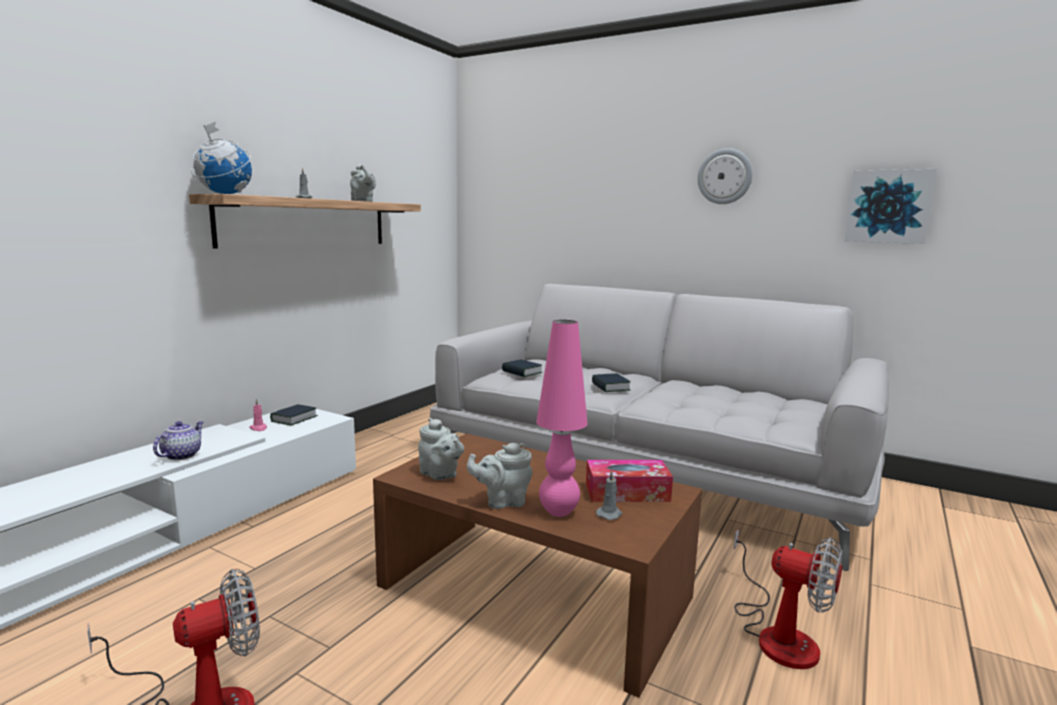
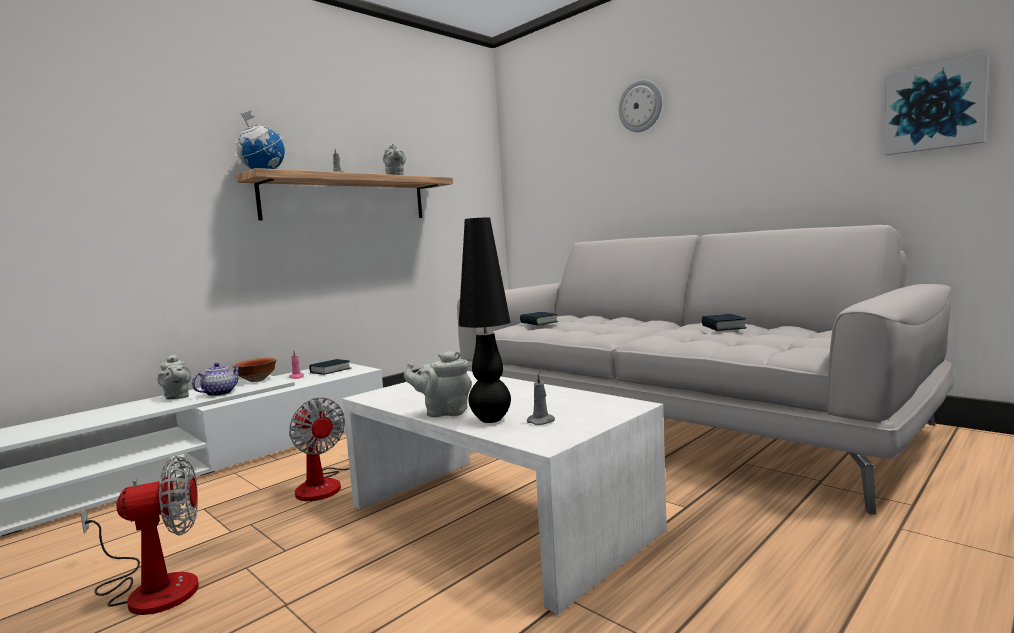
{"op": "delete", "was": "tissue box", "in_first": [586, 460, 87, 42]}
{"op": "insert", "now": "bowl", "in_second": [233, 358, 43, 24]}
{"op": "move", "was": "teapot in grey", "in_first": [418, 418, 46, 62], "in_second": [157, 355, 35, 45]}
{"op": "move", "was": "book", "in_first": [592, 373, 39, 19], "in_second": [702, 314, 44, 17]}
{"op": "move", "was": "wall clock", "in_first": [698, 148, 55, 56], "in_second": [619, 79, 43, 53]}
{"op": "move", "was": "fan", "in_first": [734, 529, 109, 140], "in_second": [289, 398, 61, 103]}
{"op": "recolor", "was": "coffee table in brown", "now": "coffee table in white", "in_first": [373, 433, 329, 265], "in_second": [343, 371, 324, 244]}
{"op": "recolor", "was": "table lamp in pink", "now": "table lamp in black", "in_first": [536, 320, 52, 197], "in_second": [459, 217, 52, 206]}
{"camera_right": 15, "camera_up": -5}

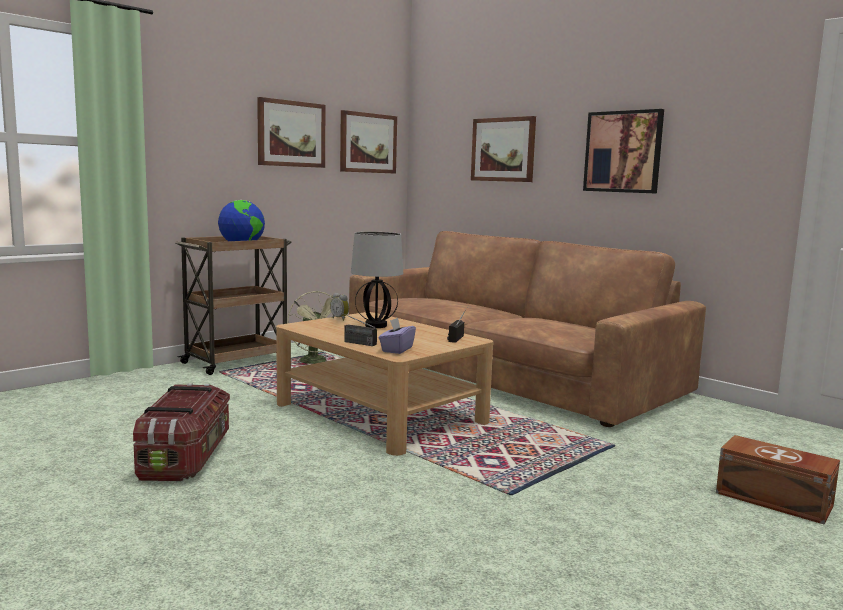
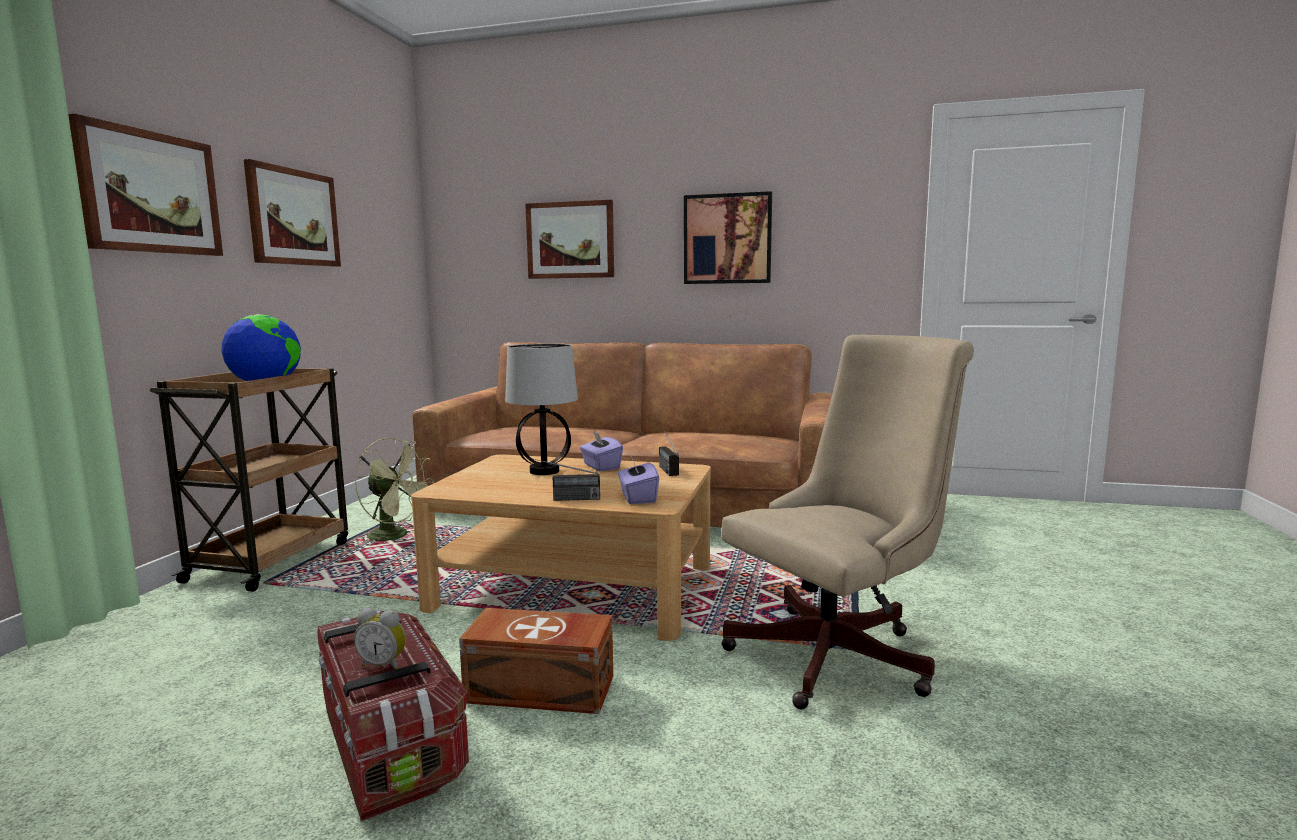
{"op": "insert", "now": "tissue box in purple", "in_second": [580, 431, 43, 40]}
{"op": "insert", "now": "office chair in beige", "in_second": [721, 335, 253, 374]}
{"op": "move", "was": "alarm clock", "in_first": [330, 293, 19, 28], "in_second": [354, 608, 52, 61]}
{"op": "move", "was": "picture", "in_first": [340, 110, 57, 64], "in_second": [68, 114, 155, 142]}
{"op": "move", "was": "storage box in brown", "in_first": [716, 435, 124, 89], "in_second": [459, 608, 154, 106]}
{"camera_right": -30, "camera_up": 0}

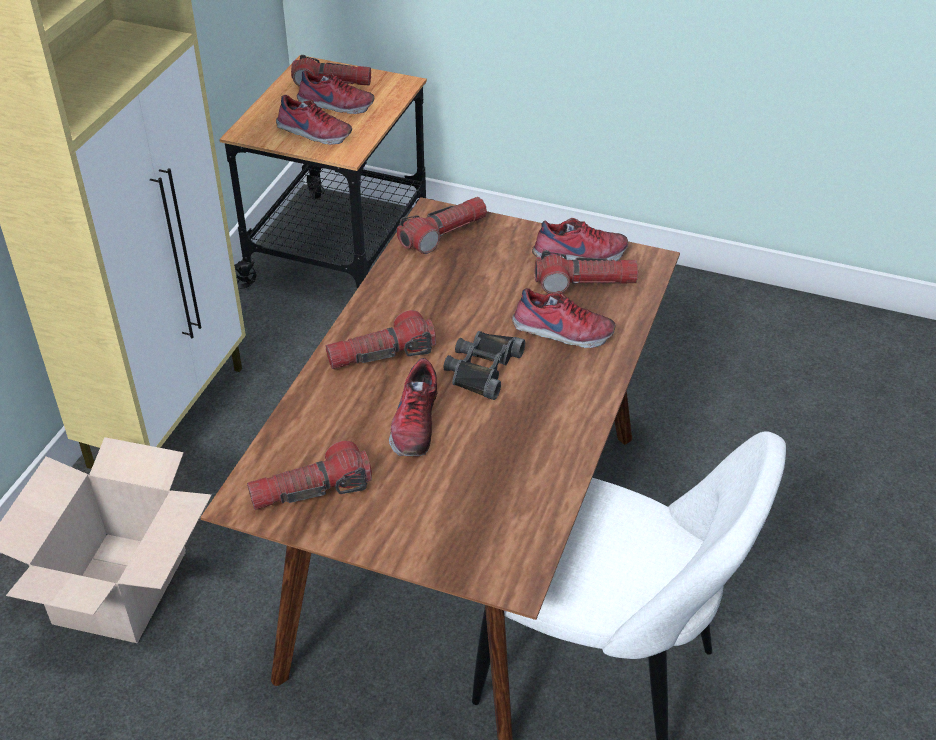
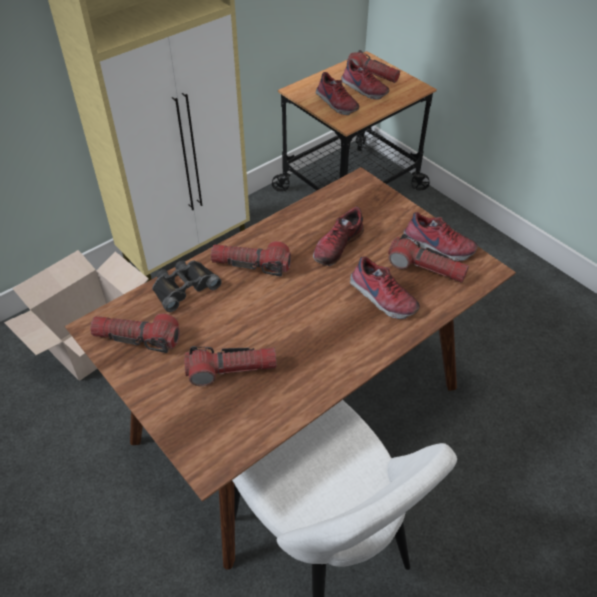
{"op": "move", "was": "shoe", "in_first": [389, 358, 49, 98], "in_second": [313, 206, 51, 60]}
{"op": "move", "was": "flashlight", "in_first": [397, 197, 90, 57], "in_second": [184, 346, 93, 40]}
{"op": "move", "was": "binoculars in black", "in_first": [444, 331, 81, 69], "in_second": [152, 260, 70, 52]}
{"camera_right": 30, "camera_up": 5}

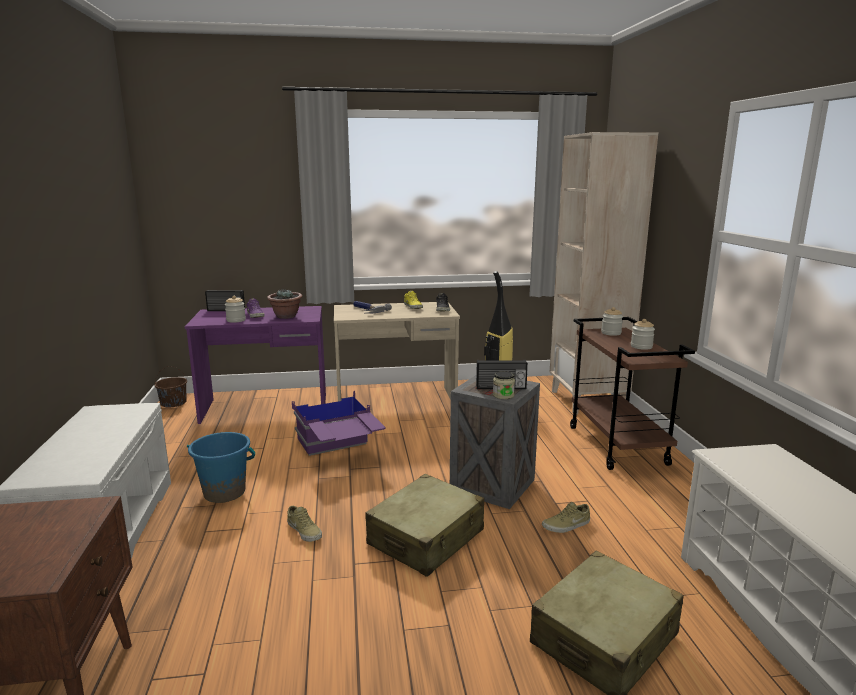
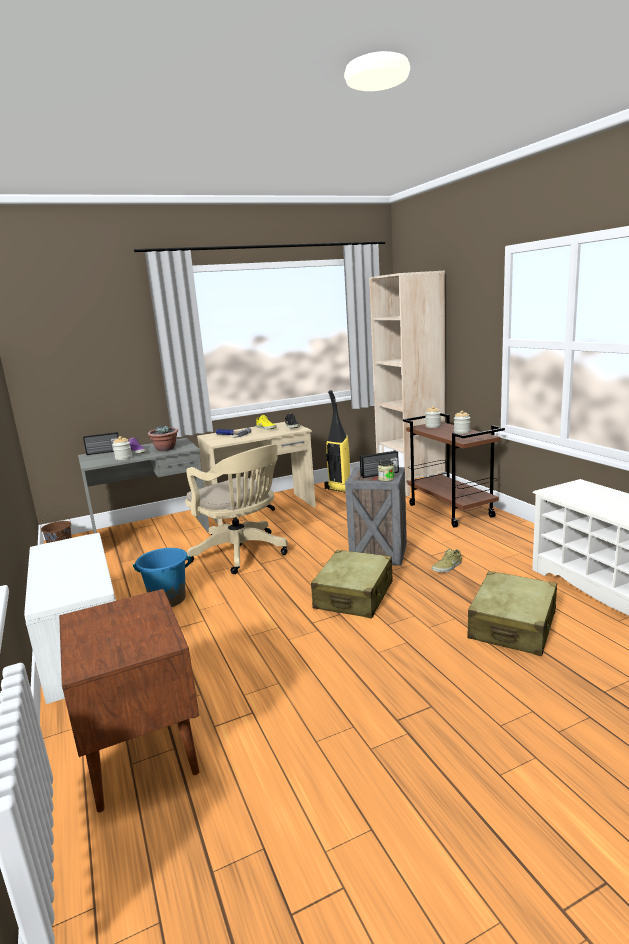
{"op": "delete", "was": "shoe in beige", "in_first": [287, 506, 35, 36]}
{"op": "replace", "was": "storage box in purple", "now": "office chair in beige", "in_first": [292, 391, 94, 65], "in_second": [185, 445, 103, 129]}
{"op": "recolor", "was": "desk in purple", "now": "desk in grey", "in_first": [185, 306, 141, 118], "in_second": [78, 438, 131, 96]}
{"camera_right": -15, "camera_up": 0}

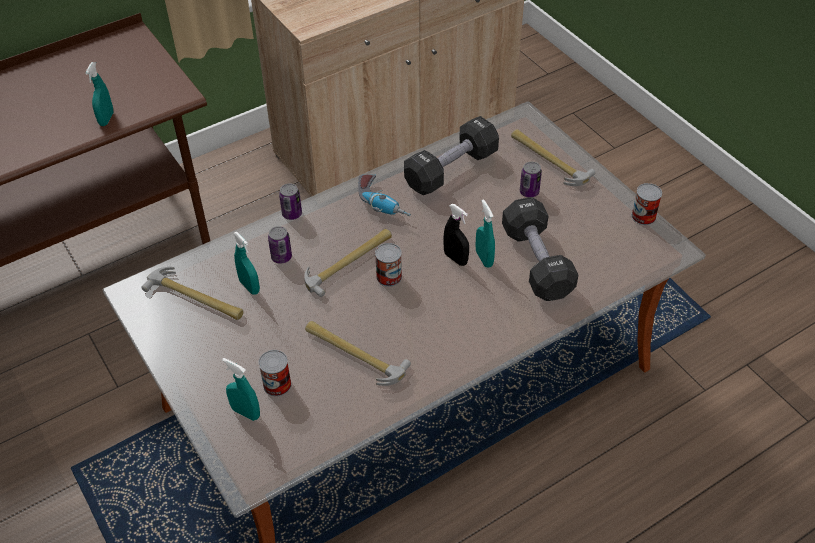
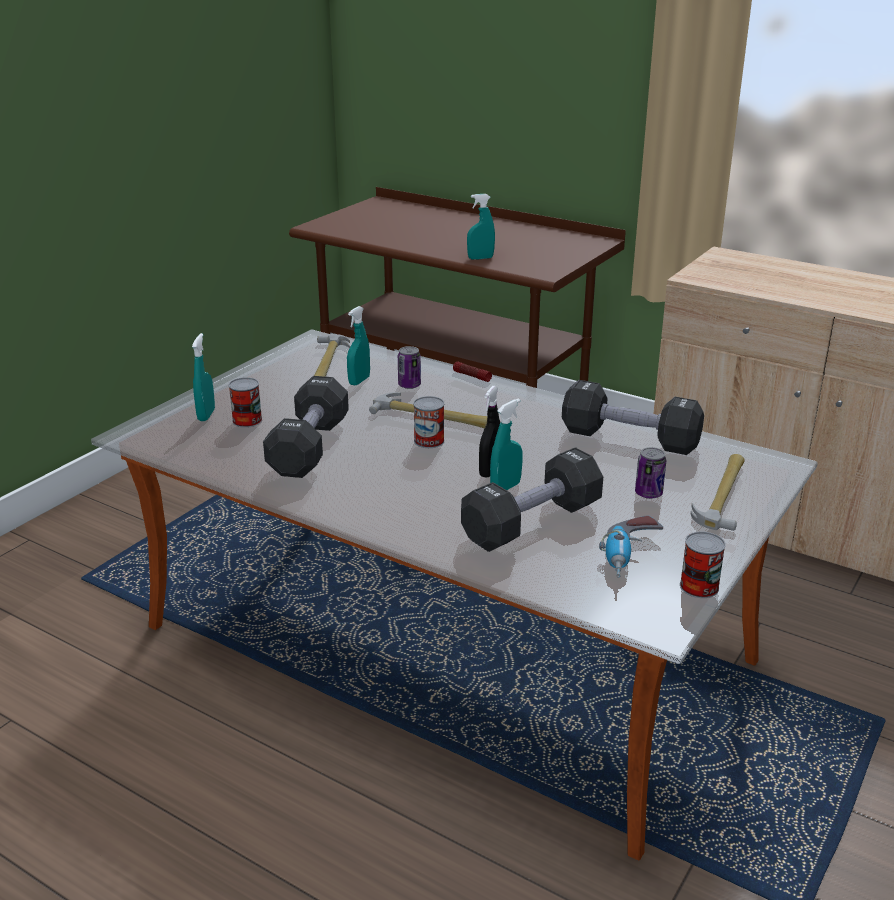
{"op": "move", "was": "power drill", "in_first": [358, 174, 53, 42], "in_second": [599, 515, 64, 62]}
{"op": "replace", "was": "can", "now": "flashlight", "in_first": [279, 183, 23, 37], "in_second": [453, 361, 39, 21]}
{"op": "replace", "was": "hammer", "now": "dumbbell in black", "in_first": [305, 321, 106, 65], "in_second": [263, 376, 86, 102]}
{"camera_right": 65, "camera_up": -20}

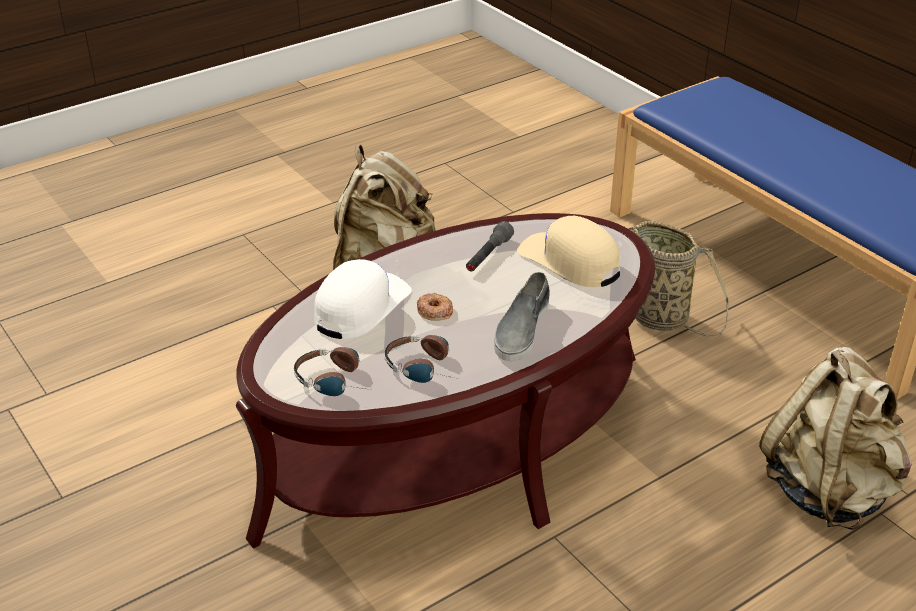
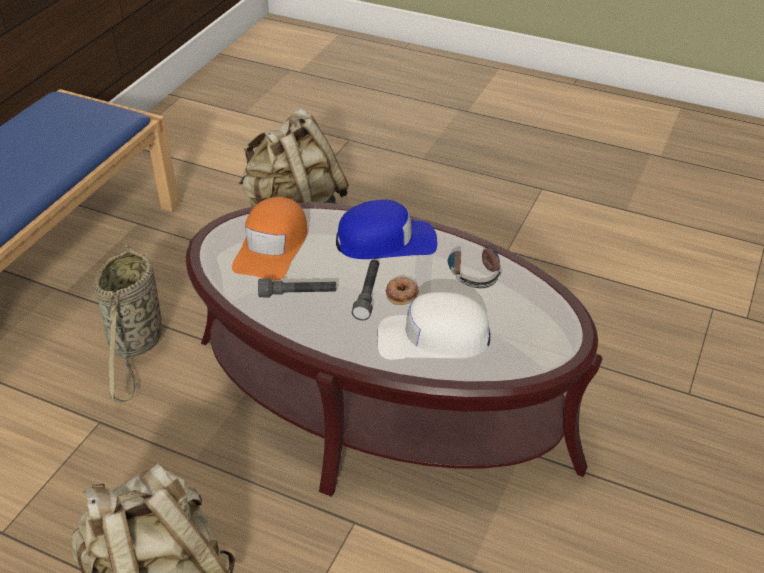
{"op": "delete", "was": "headphones", "in_first": [294, 347, 76, 49]}
{"op": "insert", "now": "flashlight in grey", "in_second": [352, 260, 27, 61]}
{"op": "replace", "was": "shoe in grey", "now": "cap in blue", "in_first": [494, 272, 56, 89], "in_second": [336, 200, 101, 59]}
{"op": "recolor", "was": "cap in beige", "now": "cap in orange", "in_first": [517, 216, 103, 71], "in_second": [232, 197, 76, 84]}
{"camera_right": -120, "camera_up": 5}

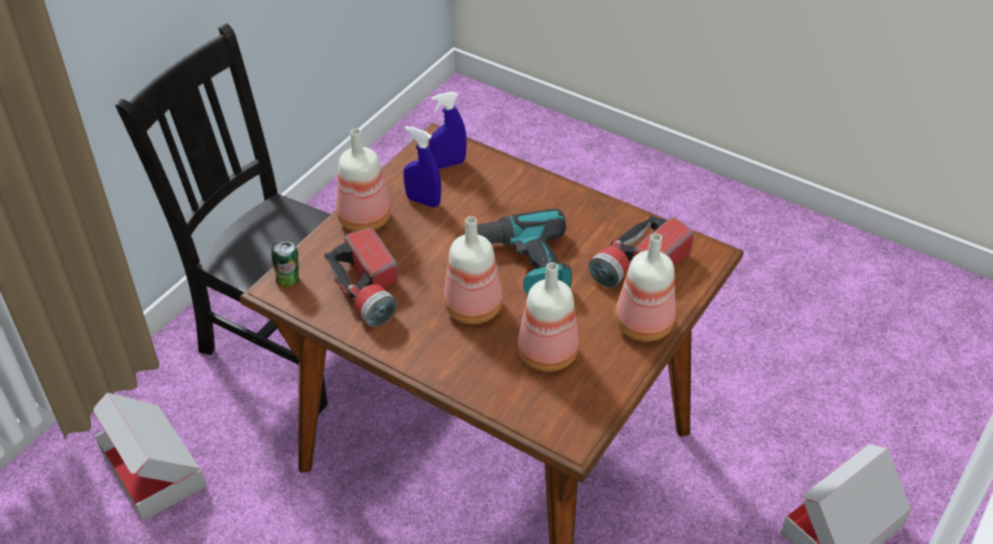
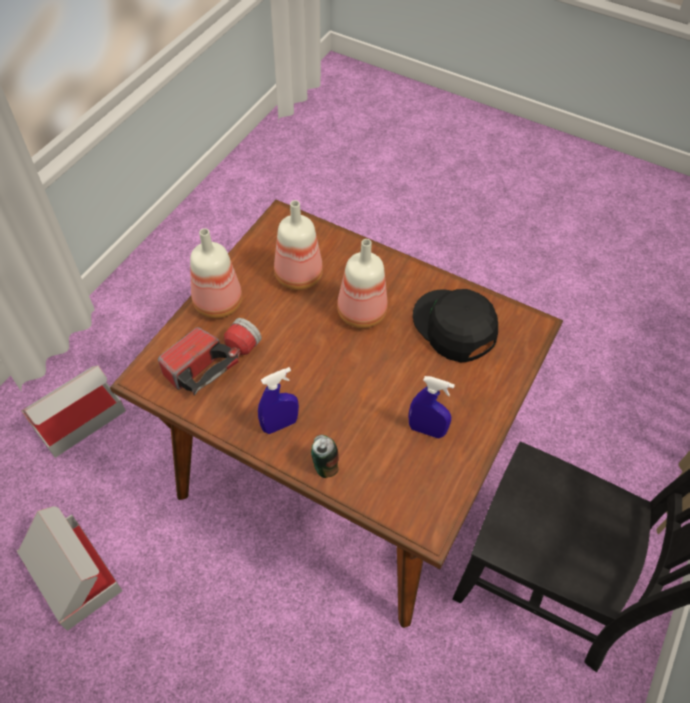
{"op": "delete", "was": "bottle", "in_first": [336, 128, 55, 104]}
{"op": "delete", "was": "power drill", "in_first": [477, 209, 95, 86]}
{"op": "move", "was": "cardboard box", "in_first": [94, 393, 112, 128], "in_second": [17, 506, 105, 125]}
{"op": "move", "was": "can", "in_first": [271, 240, 28, 47], "in_second": [311, 435, 28, 43]}
{"op": "move", "was": "spray bottle in blue", "in_first": [429, 91, 38, 78], "in_second": [258, 367, 41, 67]}
{"op": "replace", "was": "flashlight", "now": "cap in black", "in_first": [324, 228, 74, 99], "in_second": [413, 289, 85, 73]}
{"camera_right": 175, "camera_up": 10}

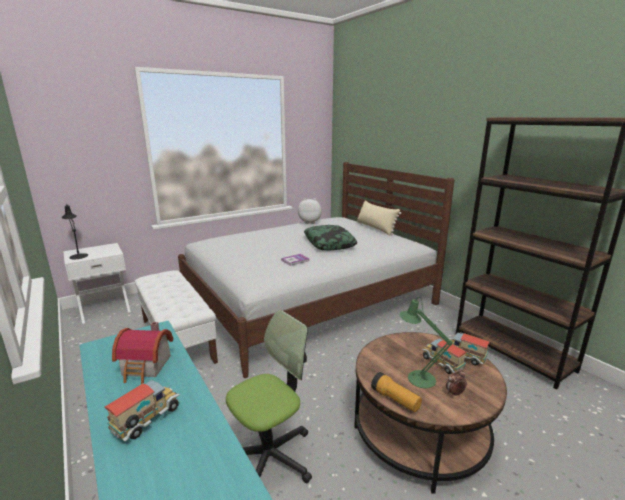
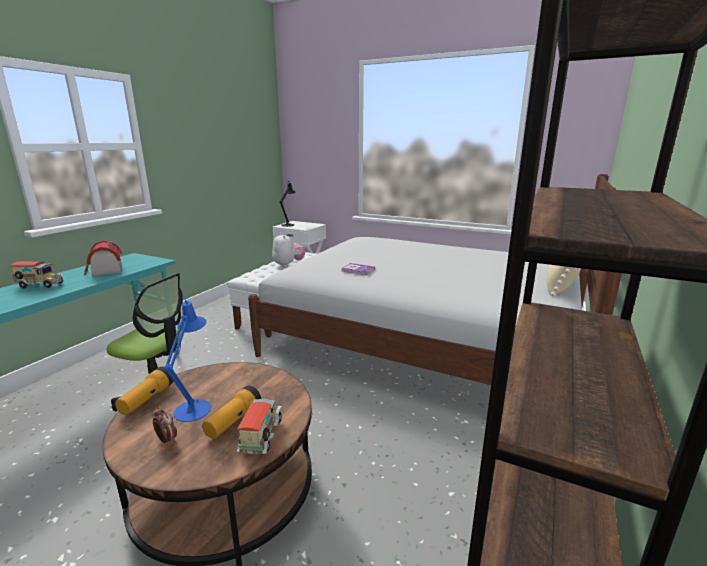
{"op": "delete", "was": "pillow", "in_first": [304, 225, 53, 26]}
{"op": "move", "was": "plush toy", "in_first": [298, 198, 24, 26], "in_second": [272, 233, 33, 34]}
{"op": "replace", "was": "toy truck", "now": "flashlight", "in_first": [422, 338, 45, 36], "in_second": [202, 385, 59, 53]}
{"op": "recolor", "was": "table lamp in green", "now": "table lamp in blue", "in_first": [400, 297, 53, 91], "in_second": [164, 298, 47, 124]}
{"camera_right": 60, "camera_up": 0}

